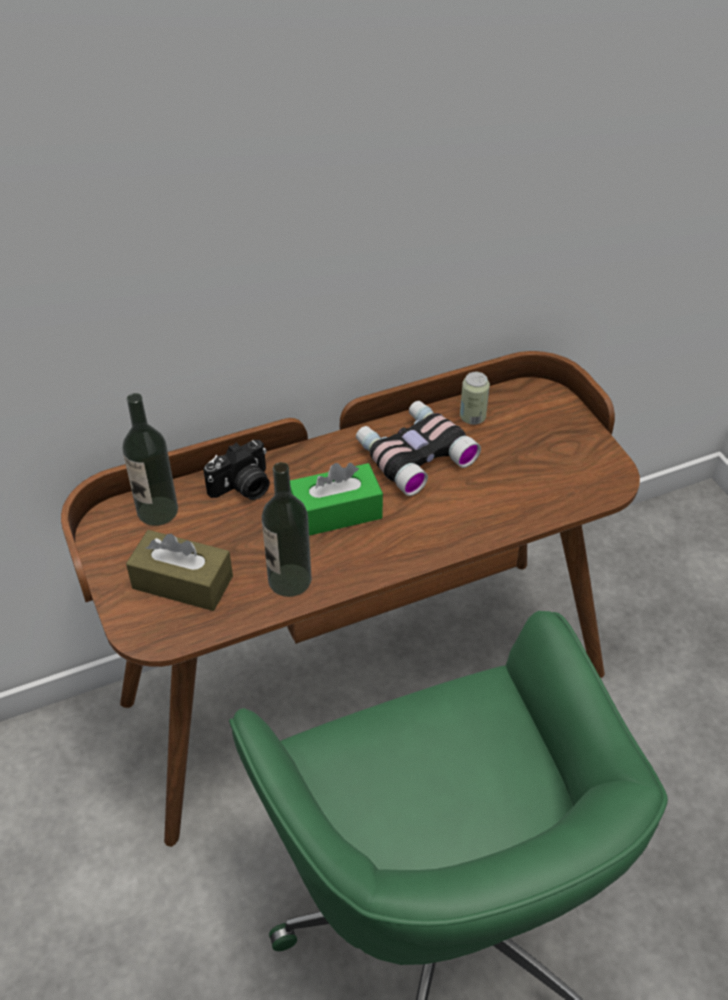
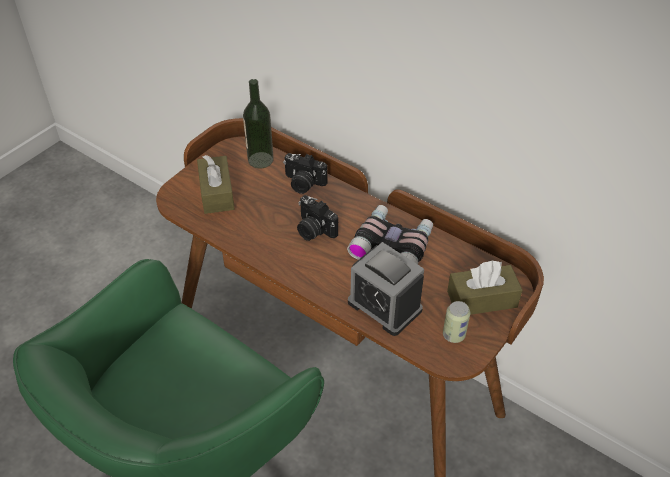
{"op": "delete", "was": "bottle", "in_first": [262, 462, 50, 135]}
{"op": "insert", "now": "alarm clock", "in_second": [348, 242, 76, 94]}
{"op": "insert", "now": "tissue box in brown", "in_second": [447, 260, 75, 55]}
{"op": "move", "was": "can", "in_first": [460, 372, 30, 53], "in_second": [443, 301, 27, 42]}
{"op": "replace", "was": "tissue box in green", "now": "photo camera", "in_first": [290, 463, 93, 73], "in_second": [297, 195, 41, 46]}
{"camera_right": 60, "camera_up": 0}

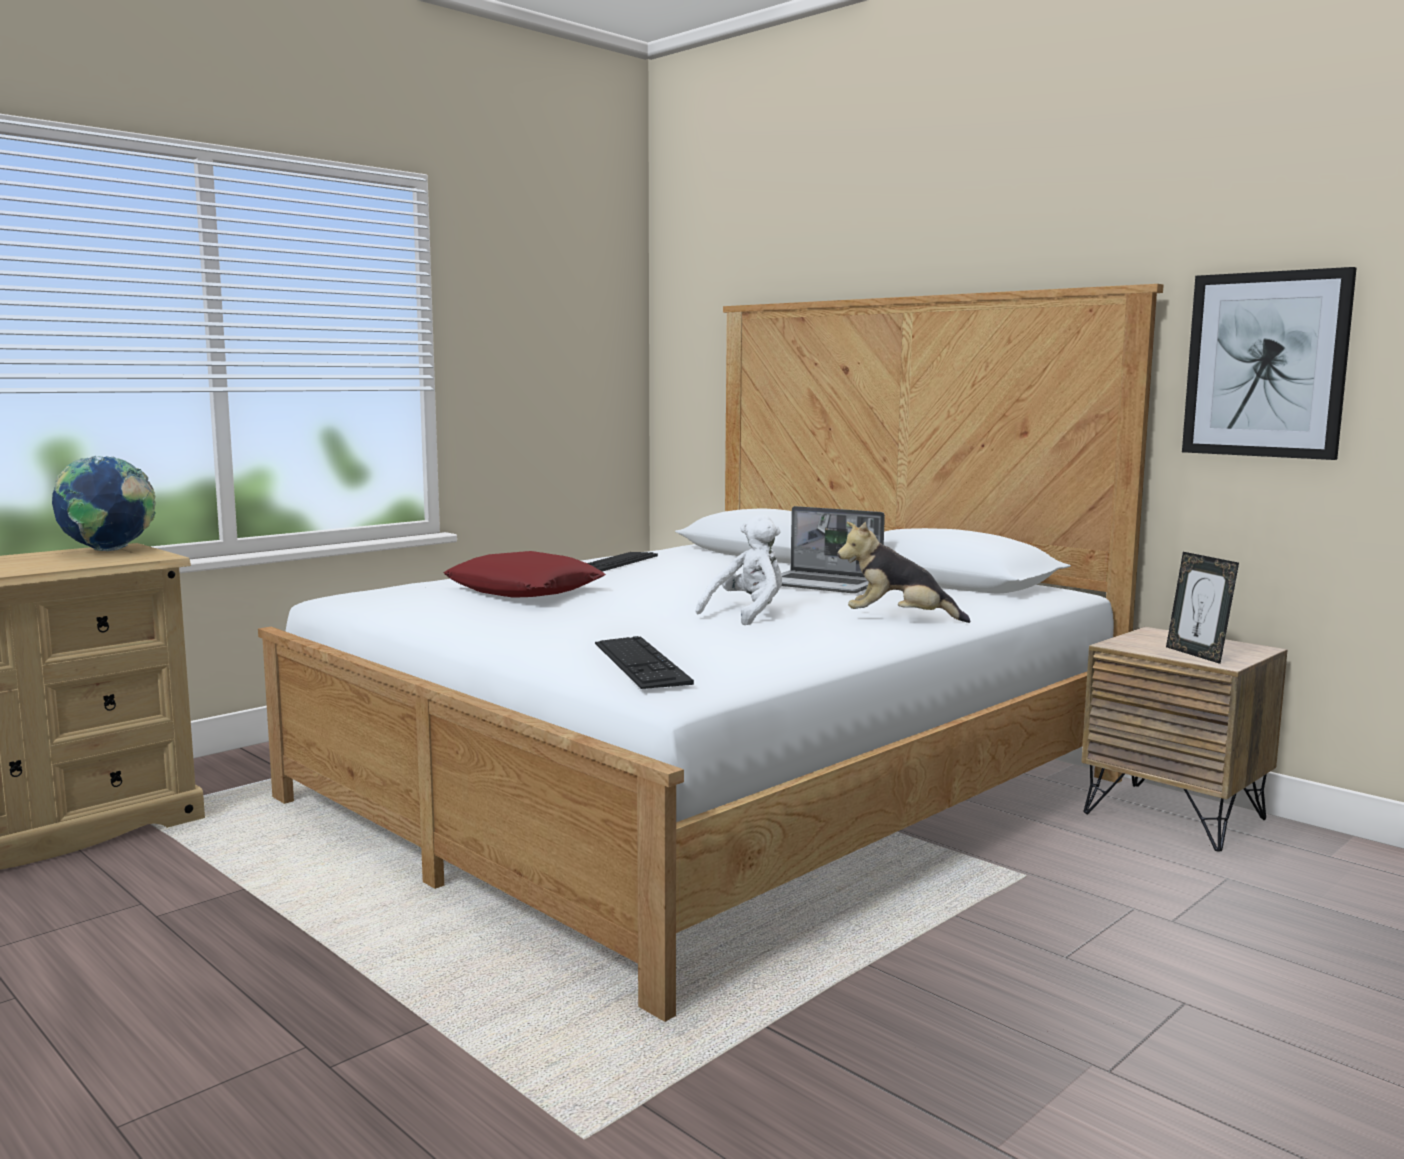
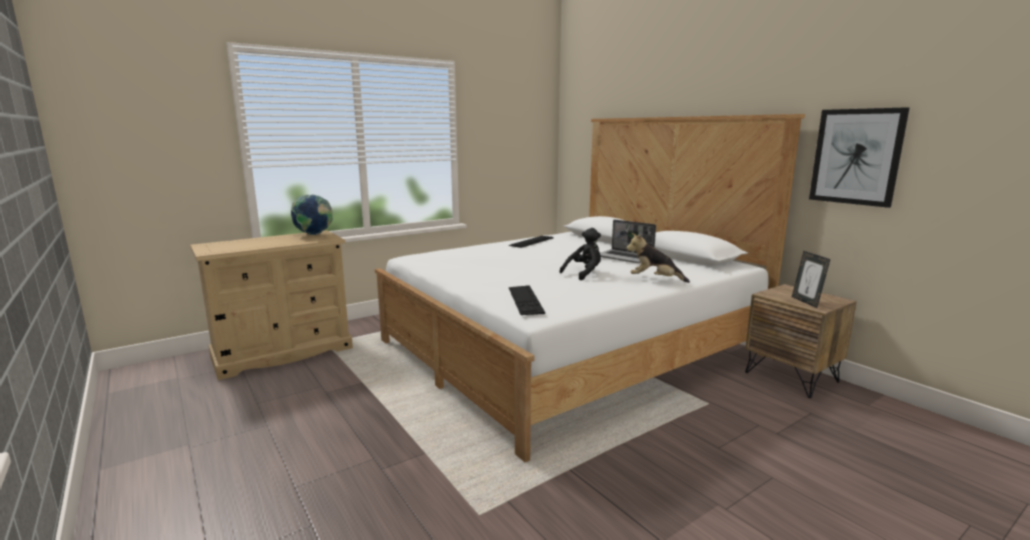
{"op": "delete", "was": "pillow in red", "in_first": [443, 551, 163, 47]}
{"op": "recolor", "was": "plush toy in white", "now": "plush toy in black", "in_first": [696, 514, 86, 111], "in_second": [559, 228, 42, 52]}
{"camera_right": 10, "camera_up": 5}

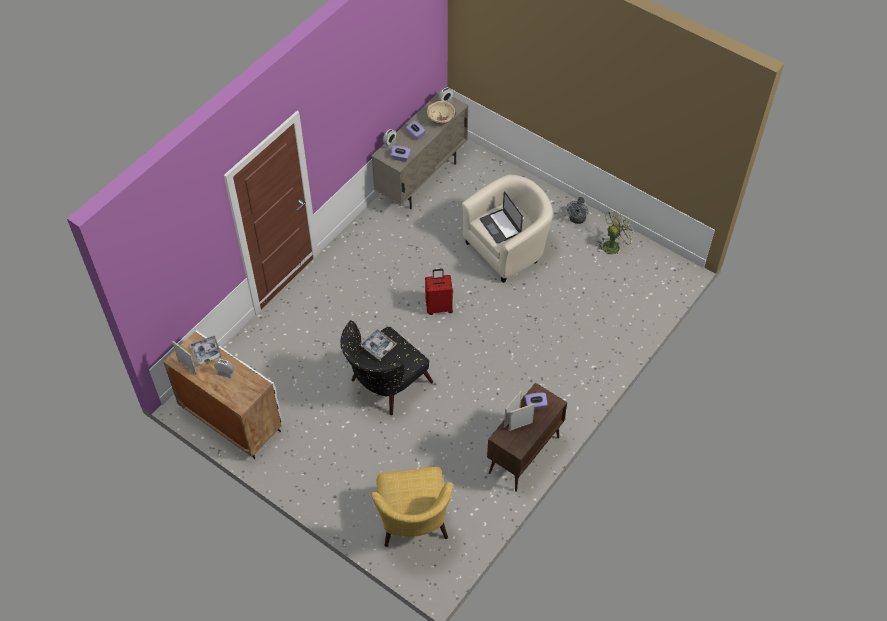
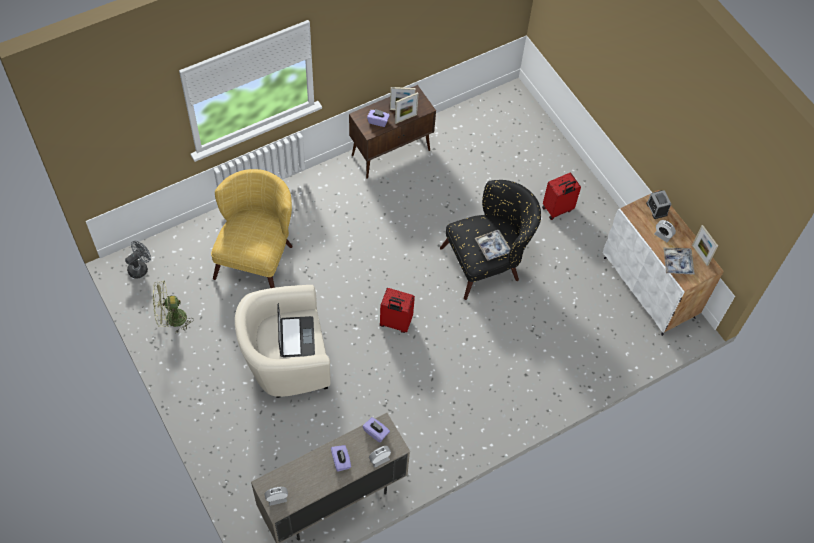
{"op": "delete", "was": "bowl in beige", "in_first": [427, 101, 28, 23]}
{"op": "insert", "now": "suitcase in red", "in_second": [542, 172, 39, 48]}
{"op": "insert", "now": "alarm clock", "in_second": [646, 190, 25, 29]}
{"op": "move", "was": "armchair in yellow", "in_first": [371, 467, 82, 80], "in_second": [211, 169, 82, 119]}
{"op": "move", "was": "fan in grey", "in_first": [567, 197, 21, 27], "in_second": [125, 241, 26, 38]}
{"camera_right": -160, "camera_up": 5}

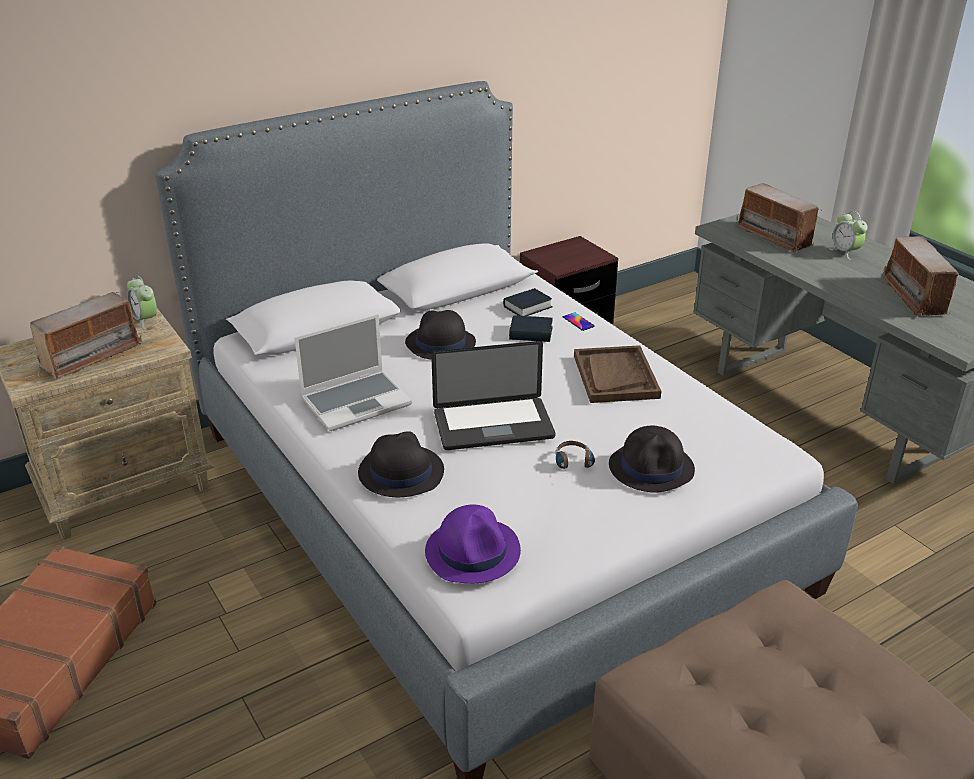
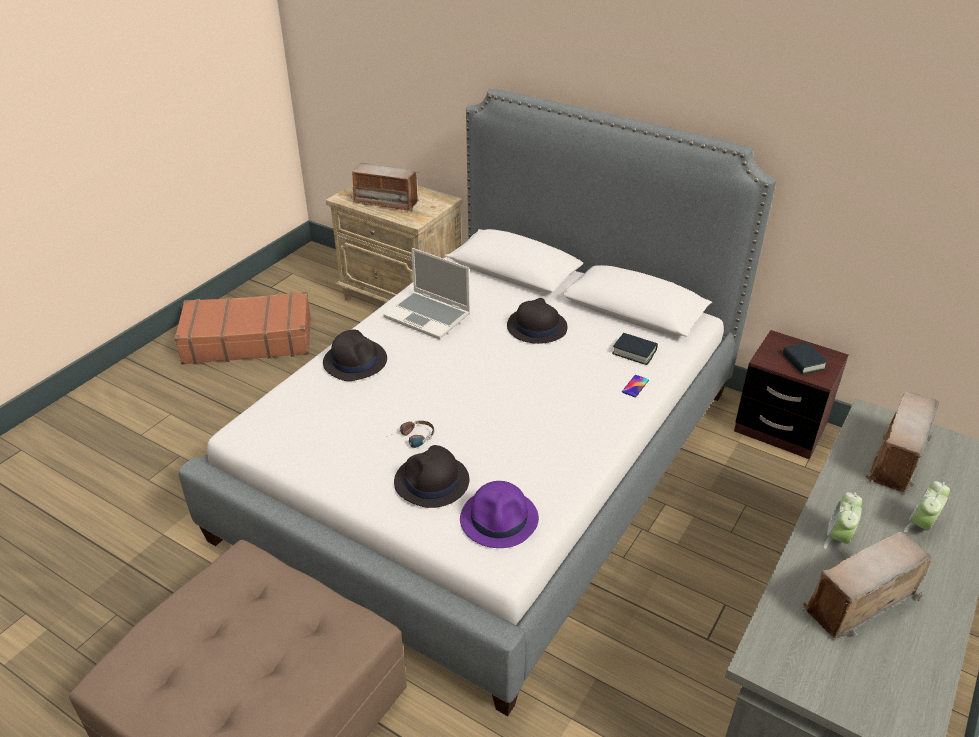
{"op": "delete", "was": "laptop", "in_first": [431, 341, 124, 109]}
{"op": "delete", "was": "tray in brown", "in_first": [574, 345, 87, 58]}
{"op": "move", "was": "alarm clock", "in_first": [127, 276, 30, 53], "in_second": [824, 492, 38, 57]}
{"op": "move", "was": "hat in purple", "in_first": [425, 505, 96, 78], "in_second": [460, 481, 79, 67]}
{"op": "move", "was": "book", "in_first": [509, 316, 44, 26], "in_second": [782, 342, 46, 33]}
{"camera_right": 65, "camera_up": 5}

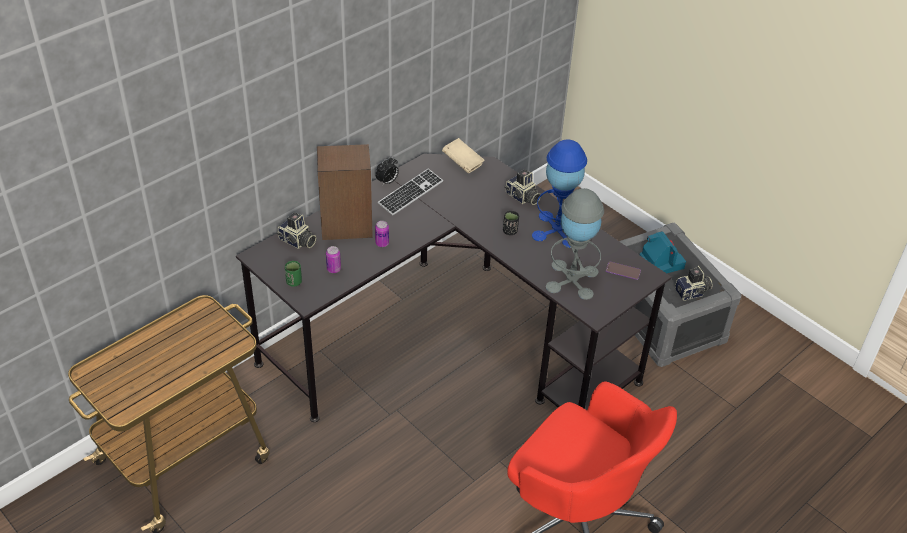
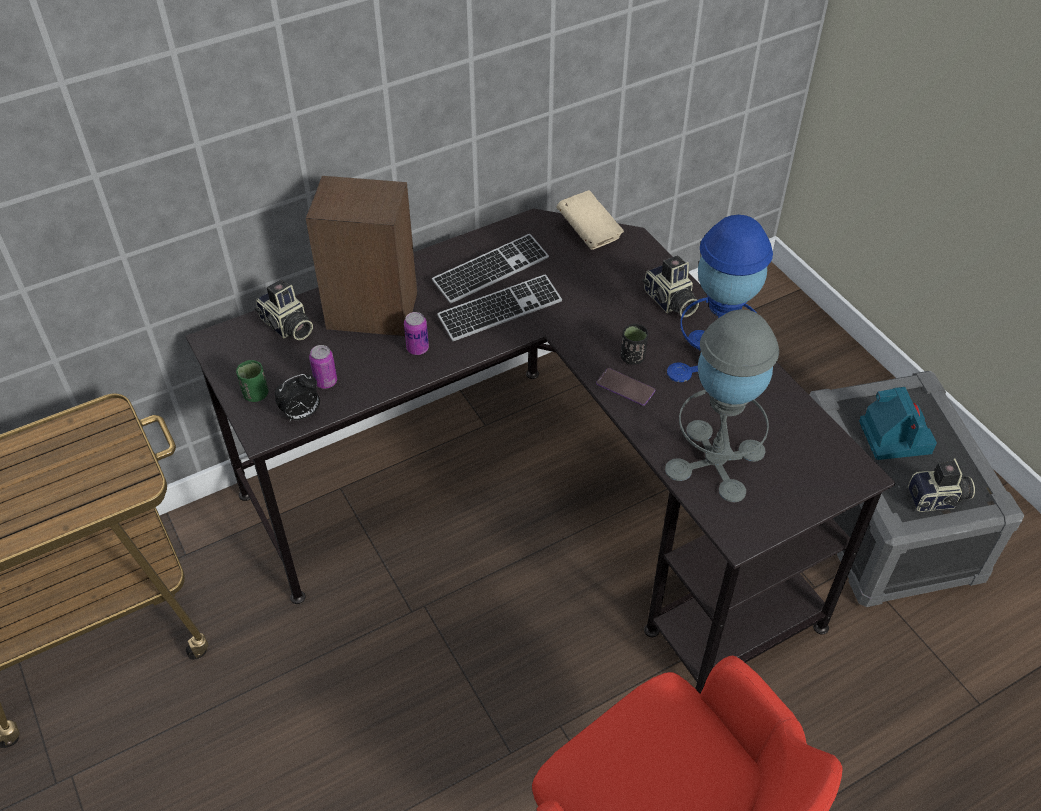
{"op": "insert", "now": "keyboard", "in_second": [437, 274, 125, 67]}
{"op": "move", "was": "alarm clock", "in_first": [375, 157, 24, 28], "in_second": [275, 374, 45, 48]}
{"op": "move", "was": "phone", "in_first": [606, 261, 35, 19], "in_second": [596, 368, 59, 38]}
{"camera_right": 15, "camera_up": 5}

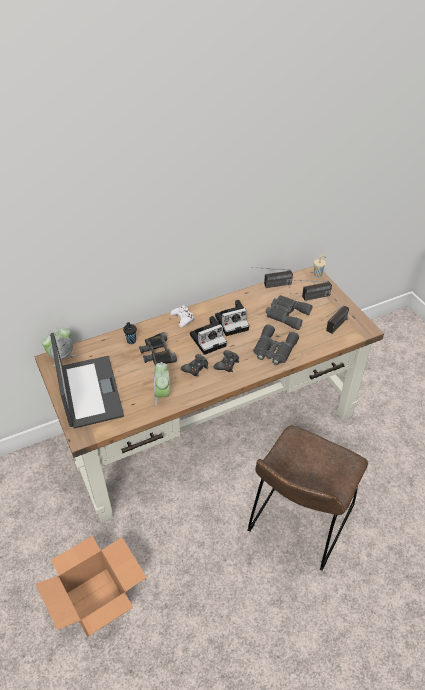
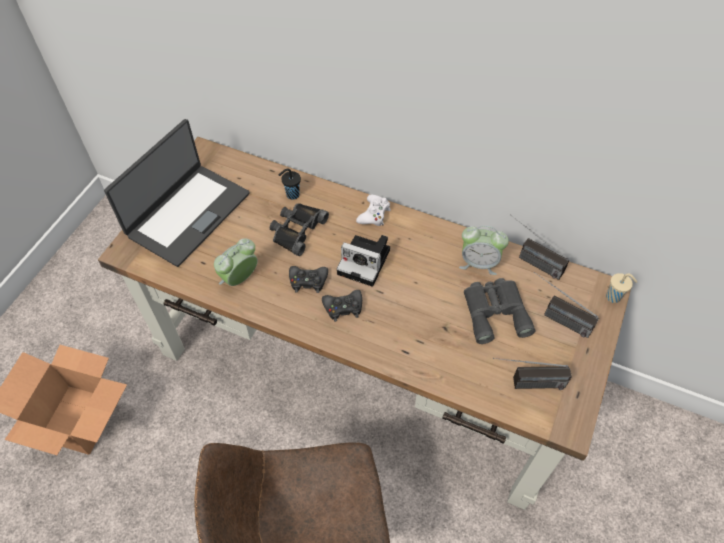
{"op": "delete", "was": "photo camera", "in_first": [215, 300, 34, 36]}
{"op": "delete", "was": "binoculars in grey", "in_first": [253, 324, 46, 41]}
{"op": "move", "was": "alarm clock", "in_first": [41, 328, 35, 38], "in_second": [459, 225, 50, 50]}
{"camera_right": 50, "camera_up": 10}

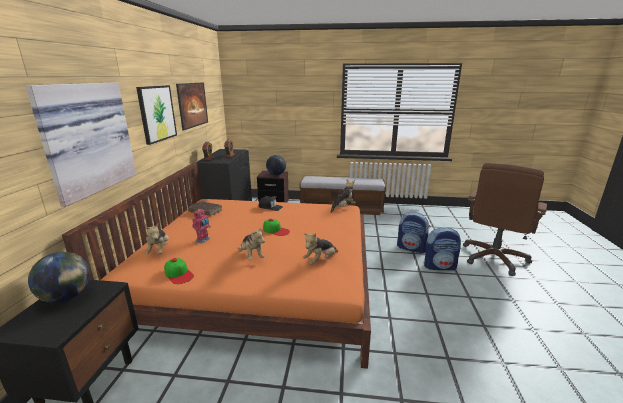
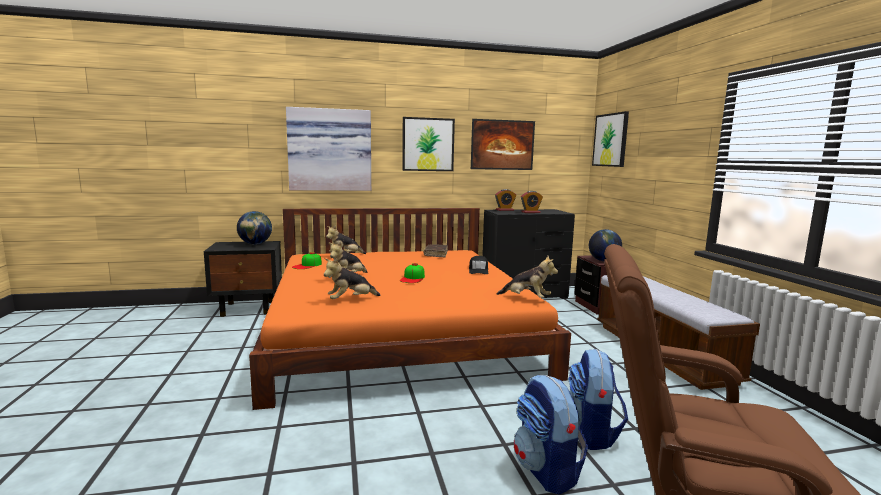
{"op": "delete", "was": "toy robot", "in_first": [192, 209, 19, 34]}
{"op": "insert", "now": "picture", "in_second": [592, 111, 37, 56]}
{"op": "rotate", "was": "plush toy", "in_first": [303, 233, 35, 32], "in_second": [324, 258, 57, 41], "clockwise": -60}
{"camera_right": 70, "camera_up": -10}

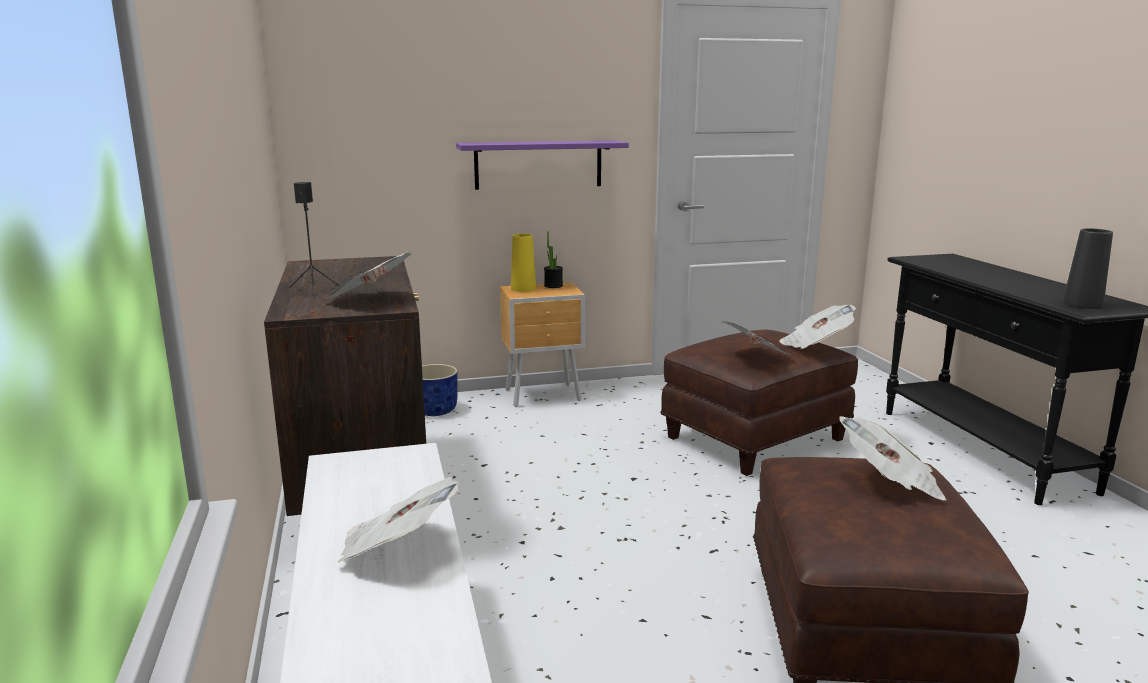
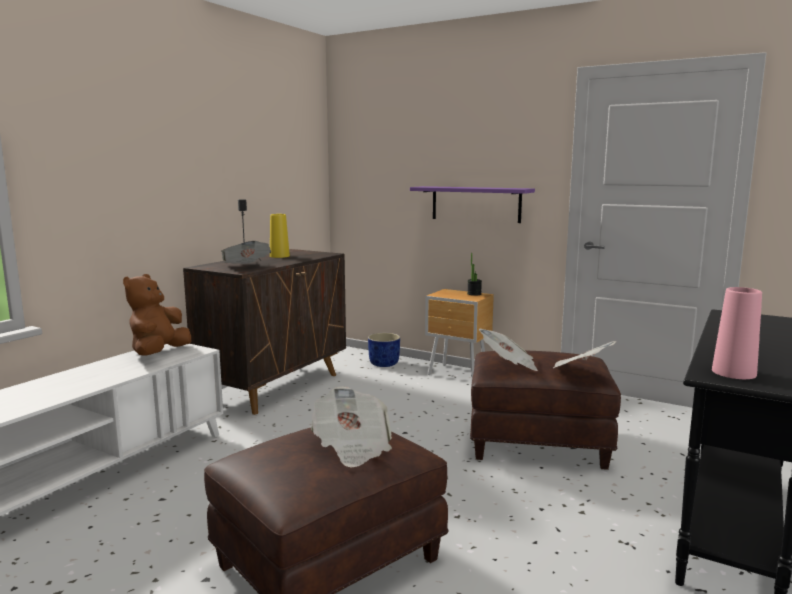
{"op": "delete", "was": "newspaper", "in_first": [338, 476, 121, 87]}
{"op": "insert", "now": "plush toy in brown", "in_second": [123, 274, 68, 81]}
{"op": "move", "was": "vase in yellow", "in_first": [511, 234, 25, 58], "in_second": [270, 214, 20, 44]}
{"op": "recolor", "was": "vase in black", "now": "vase in pink", "in_first": [1062, 228, 51, 81], "in_second": [712, 287, 50, 92]}
{"camera_right": 45, "camera_up": -5}

